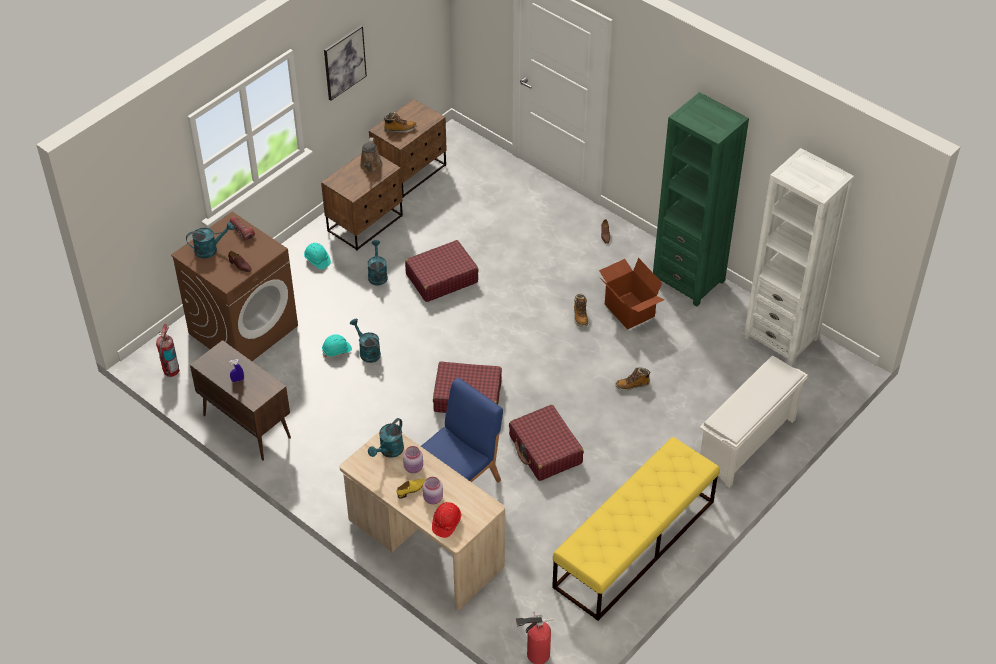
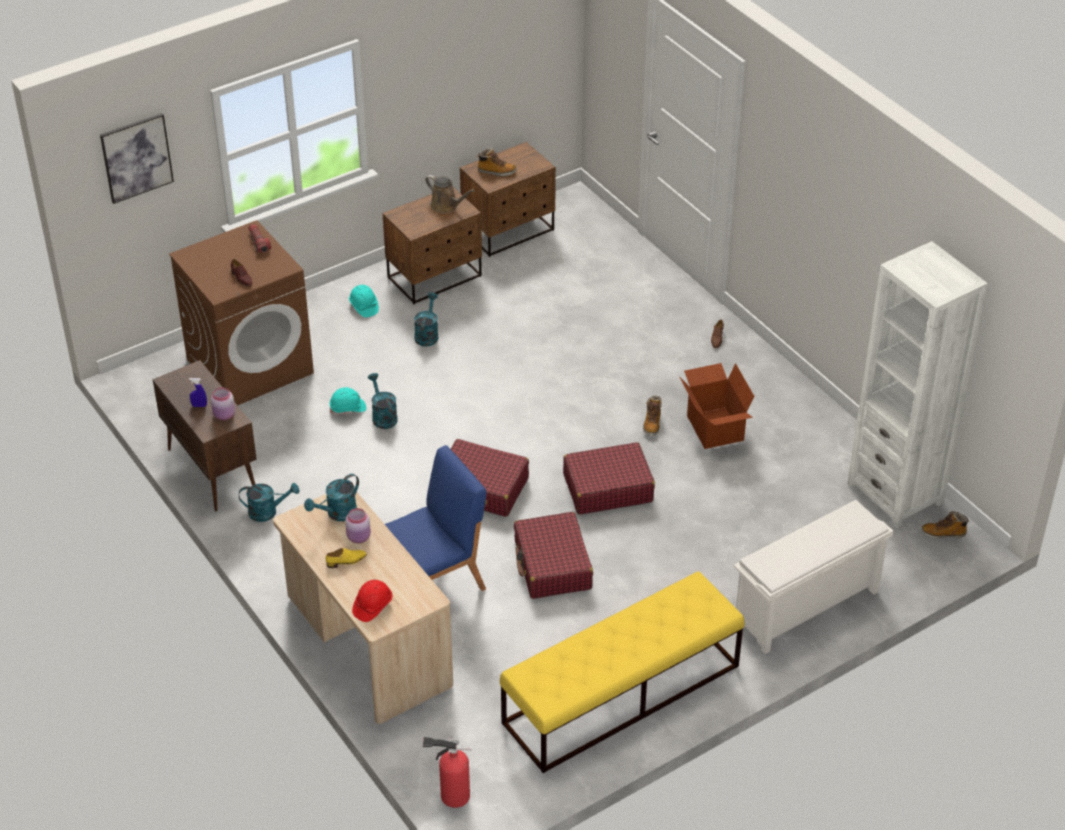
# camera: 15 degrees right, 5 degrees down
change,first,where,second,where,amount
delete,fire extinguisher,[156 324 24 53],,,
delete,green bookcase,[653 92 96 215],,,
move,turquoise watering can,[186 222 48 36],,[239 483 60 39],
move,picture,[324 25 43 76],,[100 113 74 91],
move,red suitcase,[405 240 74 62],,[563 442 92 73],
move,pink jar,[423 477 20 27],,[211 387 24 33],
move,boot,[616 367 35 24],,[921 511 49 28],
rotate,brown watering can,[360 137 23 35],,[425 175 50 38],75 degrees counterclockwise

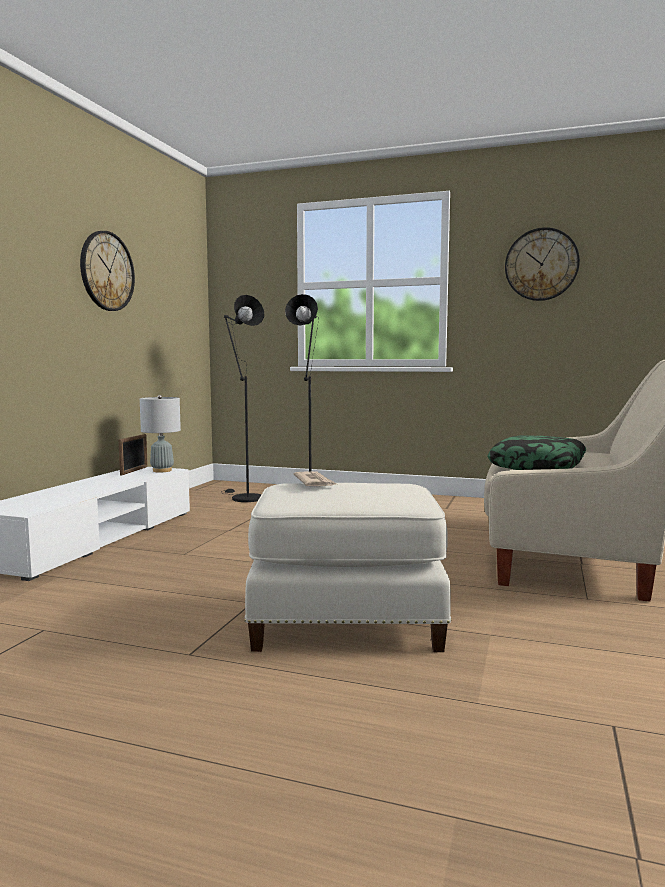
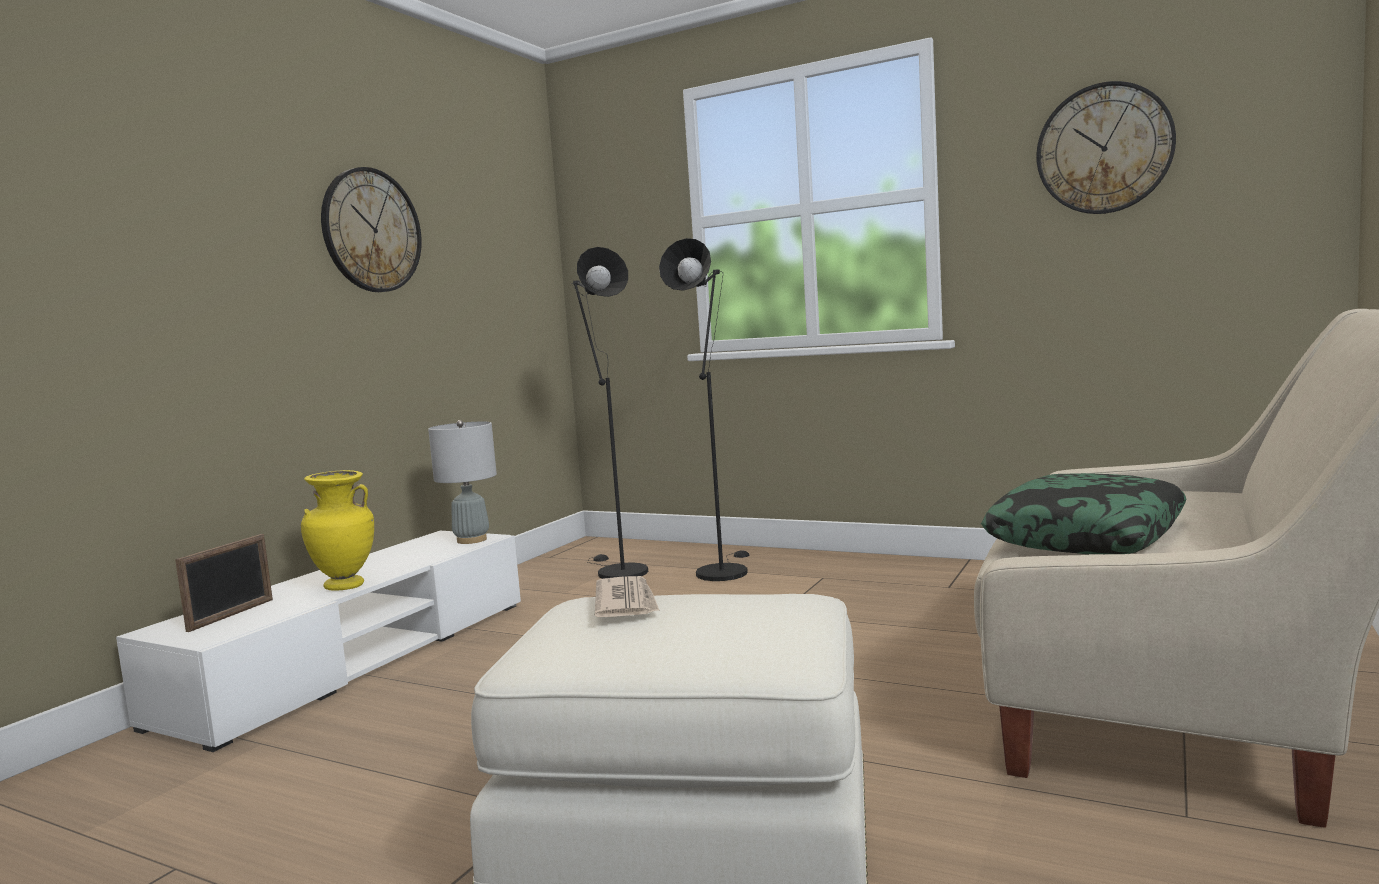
# camera: 10 degrees right, 0 degrees up
change,first,where,second,where,amount
insert,,,yellow vase,[301 470 73 121],
move,picture frame,[118 434 30 41],,[175 534 98 98],

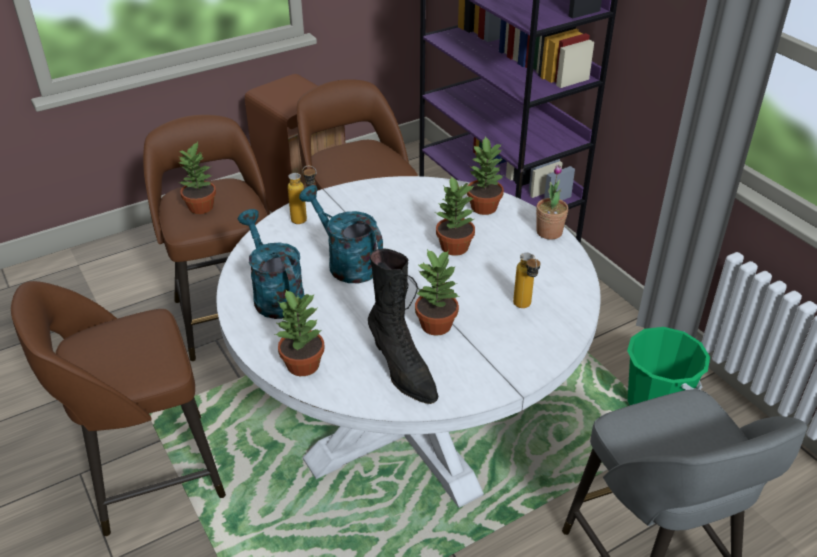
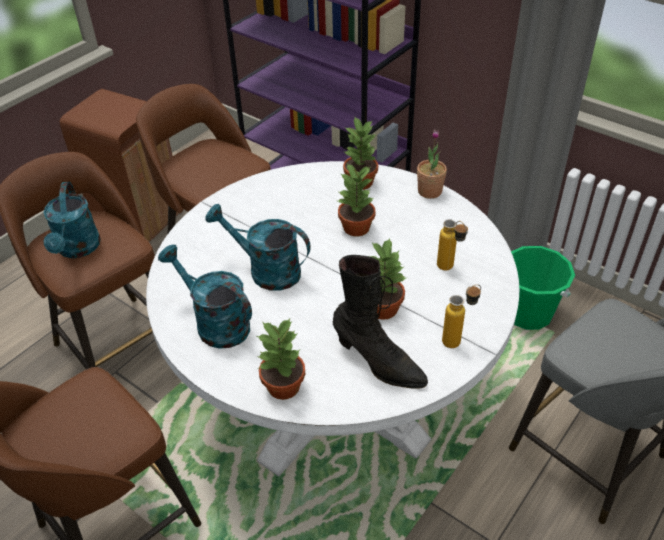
# camera: 20 degrees left, 5 degrees up
change,first,where,second,where,amount
move,bottle,[288 166 28 58],,[442 284 39 64],
replace,potted plant,[178 142 38 72],turquoise watering can,[44 182 57 76],

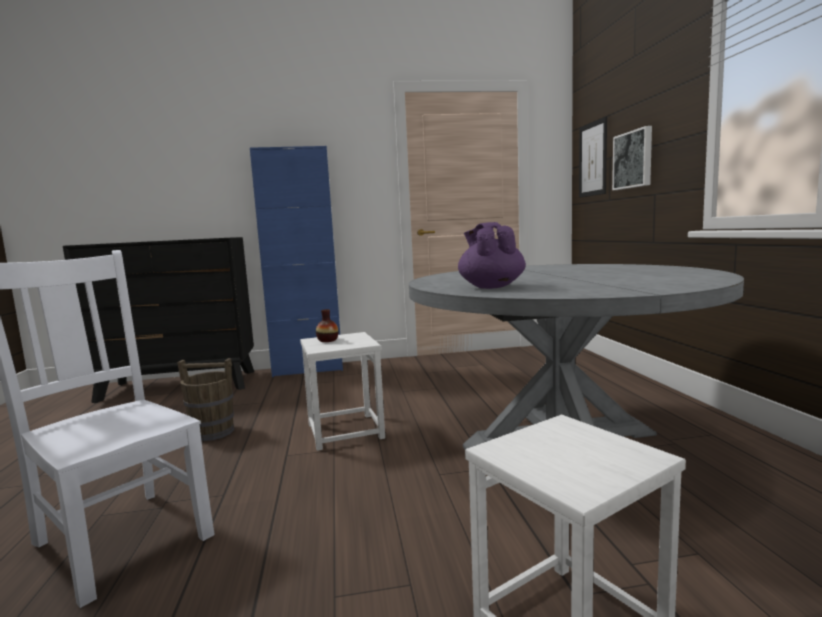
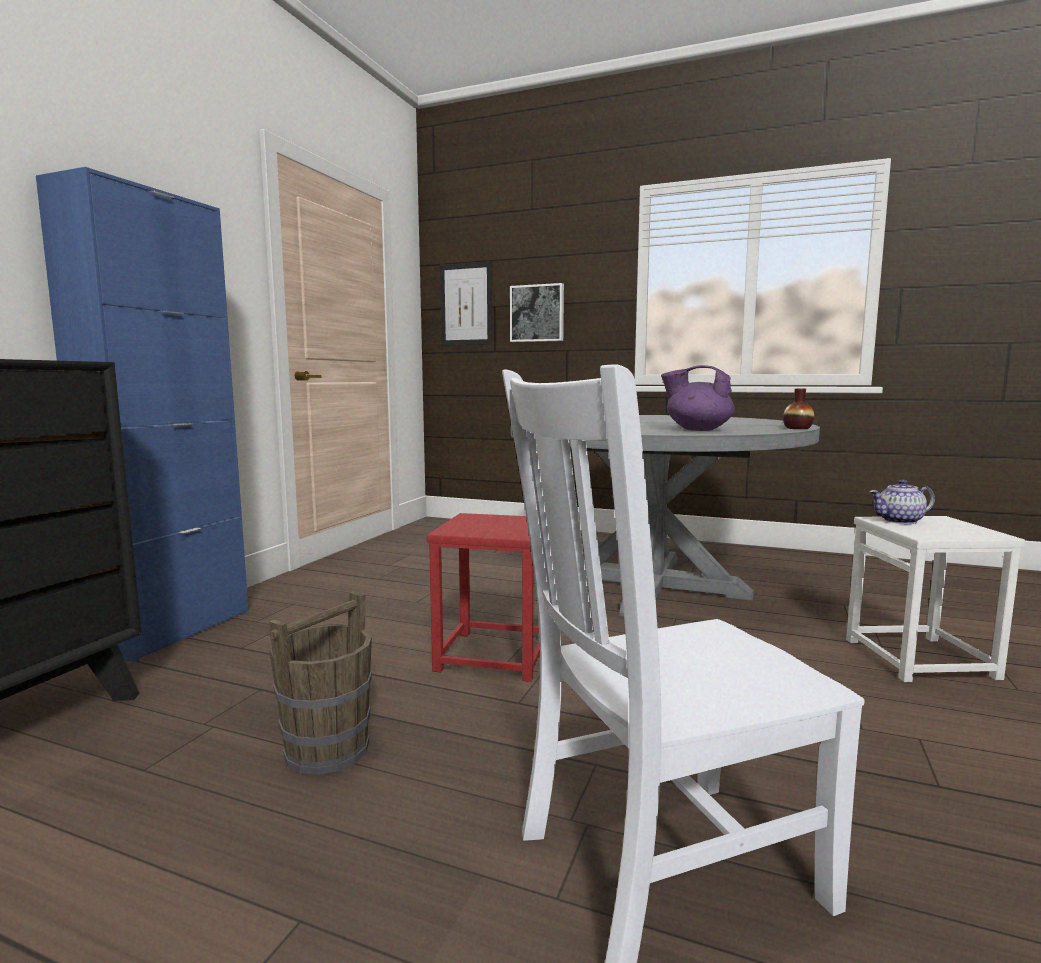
# camera: 60 degrees left, 0 degrees up
change,first,where,second,where,amount
insert,,,teapot,[869 479 66 45],
move,vase,[316 309 23 33],,[783 389 31 40],
recolor,white stool,[300 332 85 119],red stool,[427 513 113 169],

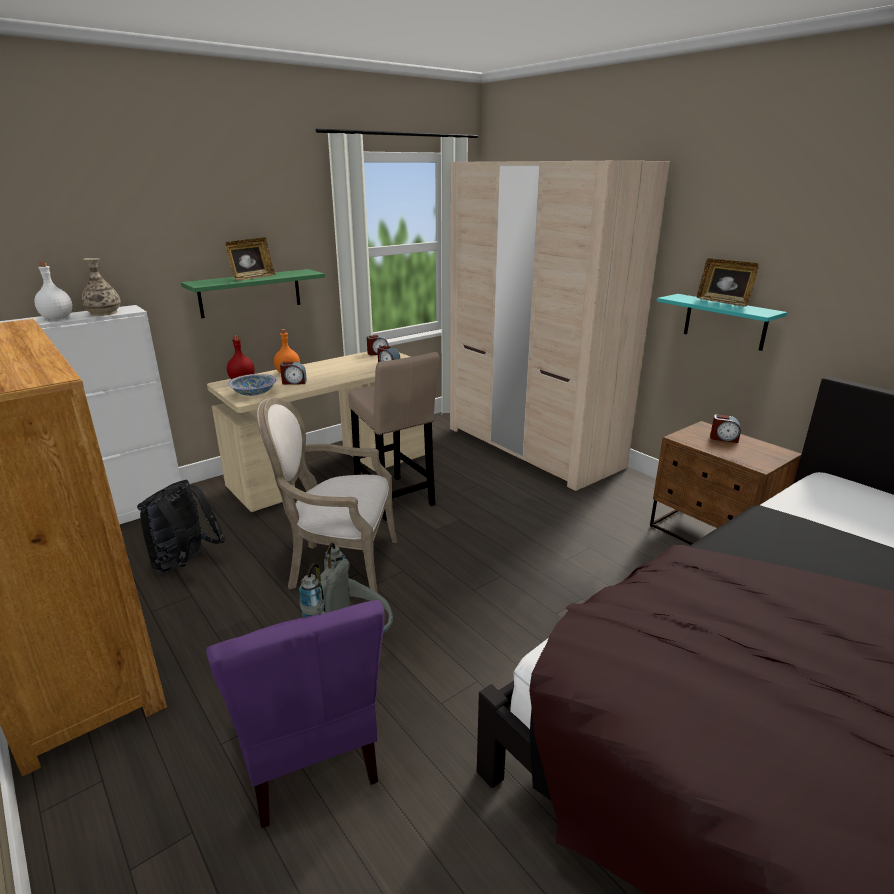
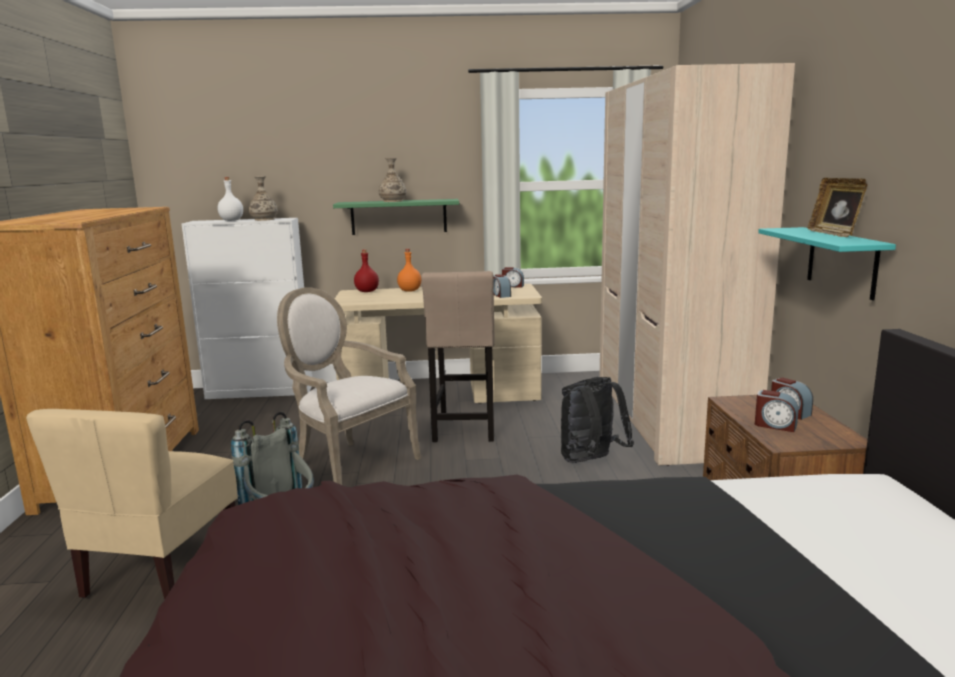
# camera: 35 degrees right, 10 degrees down
change,first,where,second,where,amount
delete,bowl,[228 374 49 22],,,
move,black backpack,[137 480 88 93],,[561 377 73 86],
move,alarm clock,[280 362 27 23],,[755 390 44 42],
replace,picture frame,[225 237 51 44],vase,[379 158 27 44],
recolor,purple chair,[206 600 179 228],beige chair,[26 409 212 190],

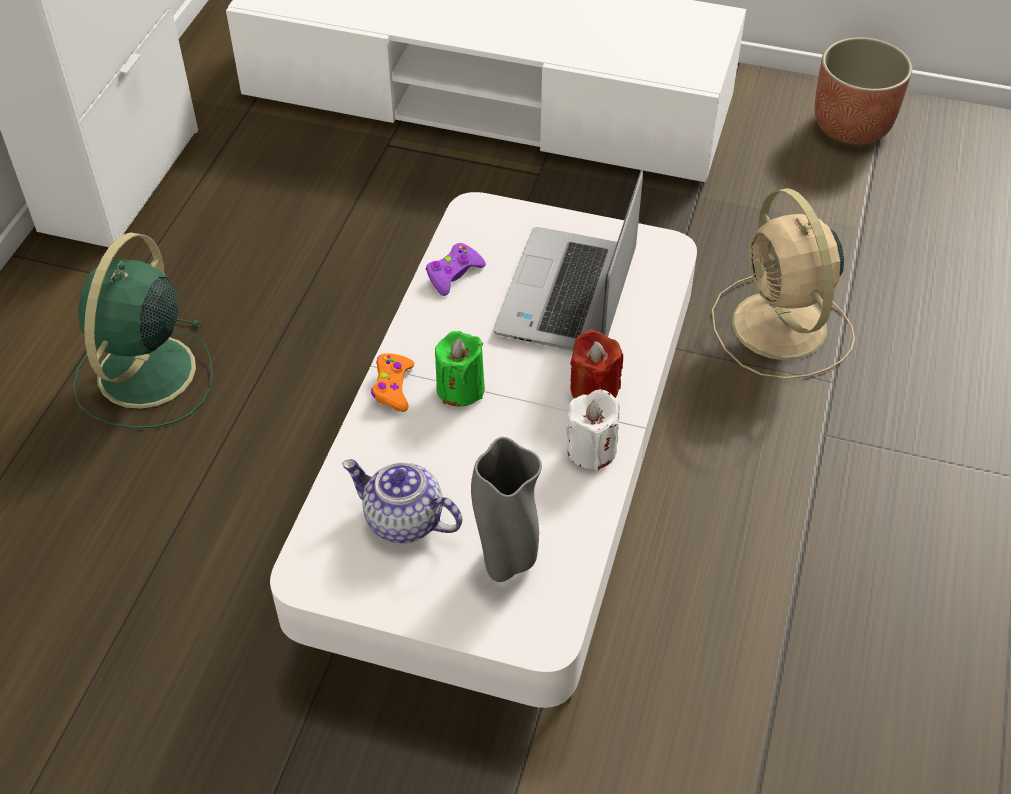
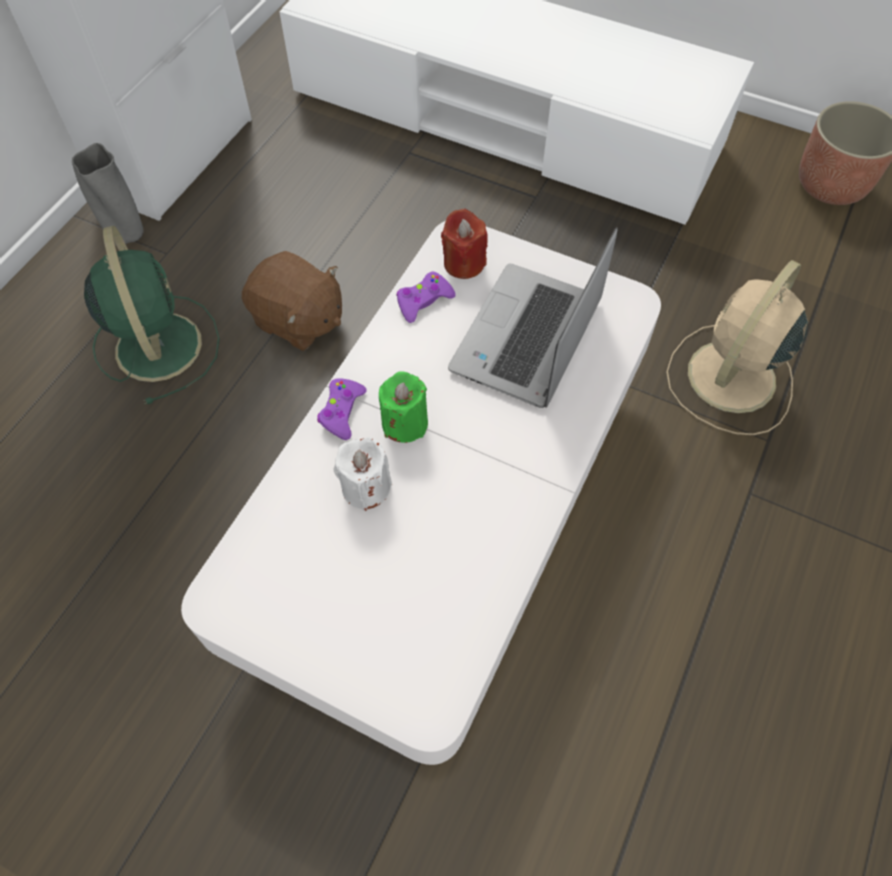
# camera: 10 degrees right, 10 degrees up
change,first,where,second,where,amount
delete,teapot,[342 459 120 84],,,
insert,,,brown plush toy,[242 251 100 100],
move,grey vase,[471 437 71 145],,[72 143 72 103],
move,white candle,[565 390 55 81],,[334 437 58 74],
move,red candle,[570 329 53 69],,[441 209 47 70],
recolor,orange game controller,[371 353 43 59],purple game controller,[317 378 50 62],
rotate,green fan,[73 233 140 196],,[84 226 136 178],135 degrees clockwise
rotate,beige fan,[712 188 143 191],,[666 260 142 175],45 degrees clockwise

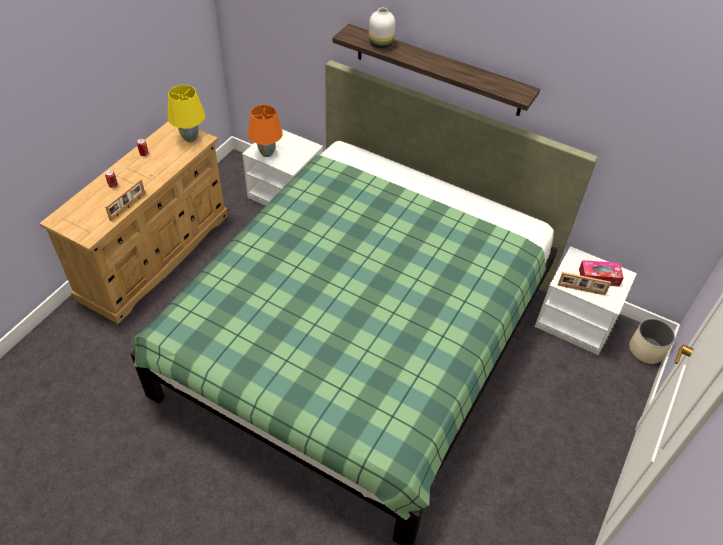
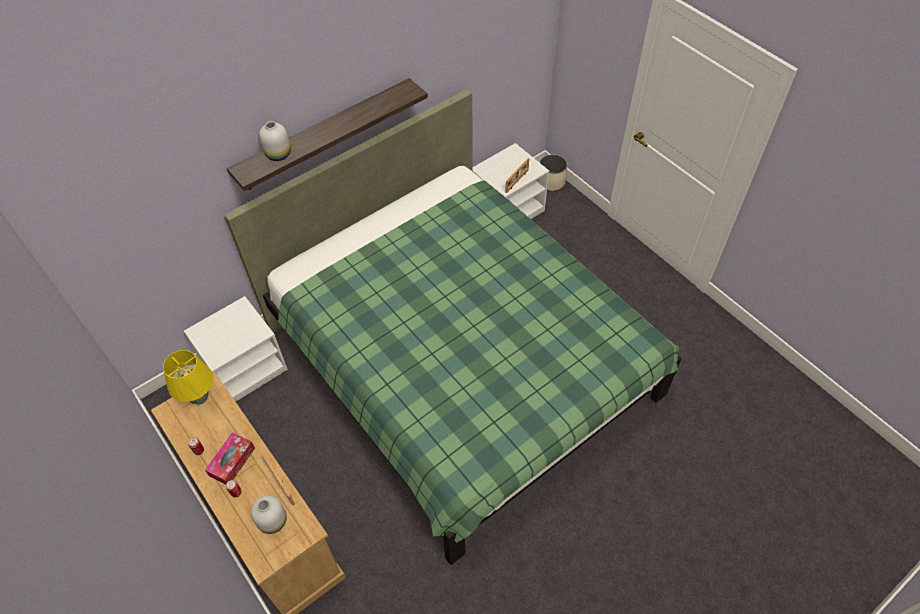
# camera: 65 degrees left, 5 degrees up
change,first,where,second,where,amount
delete,orange table lamp,[248 105 35 52],,,
insert,,,white vase,[251 495 36 39],
move,tissue box,[579 260 45 27],,[205 433 50 52],

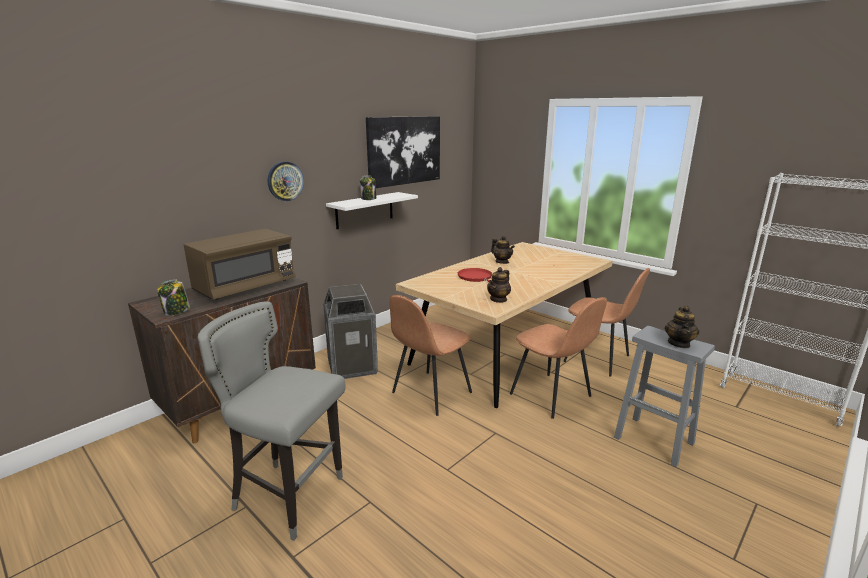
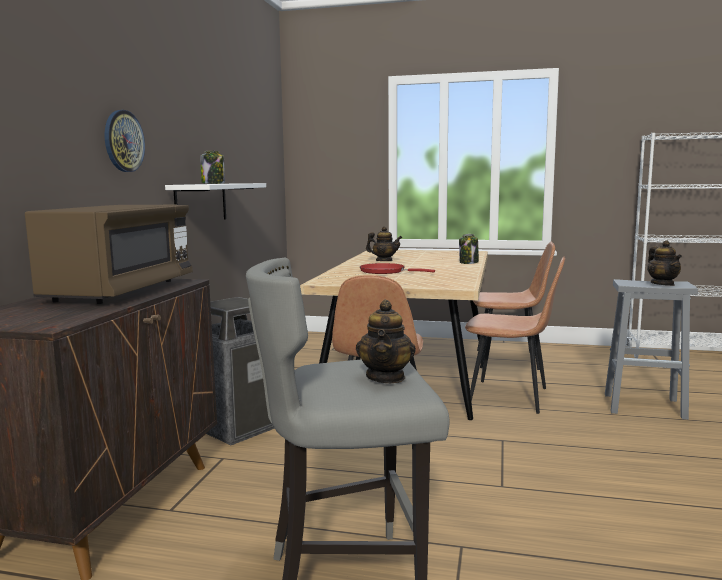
# camera: 30 degrees left, 10 degrees down
change,first,where,second,where,amount
delete,picture,[366 116 74 72],,,
move,jar,[157 279 33 37],,[459 234 20 30],
move,teapot,[487 267 24 36],,[356 300 60 83],

